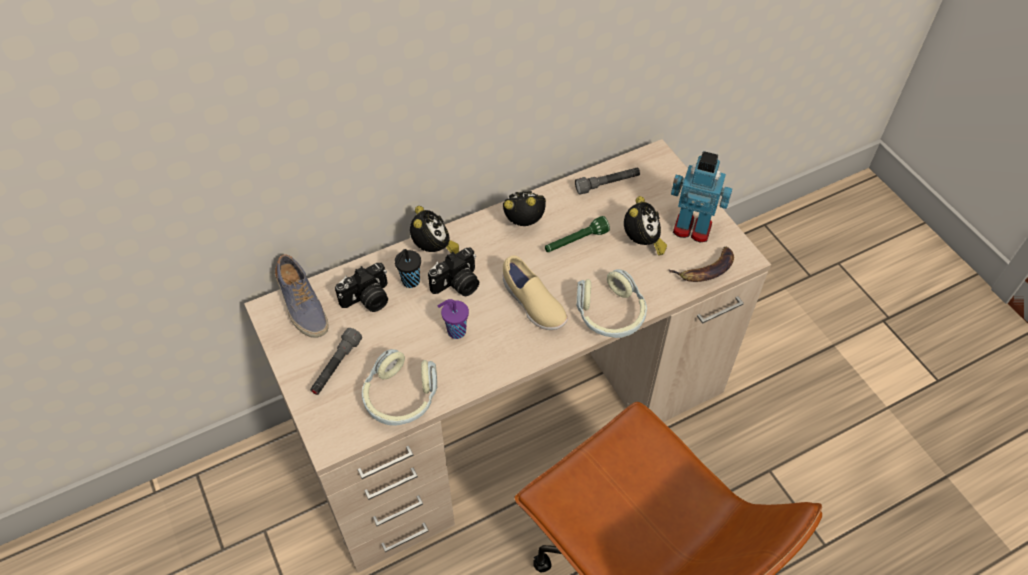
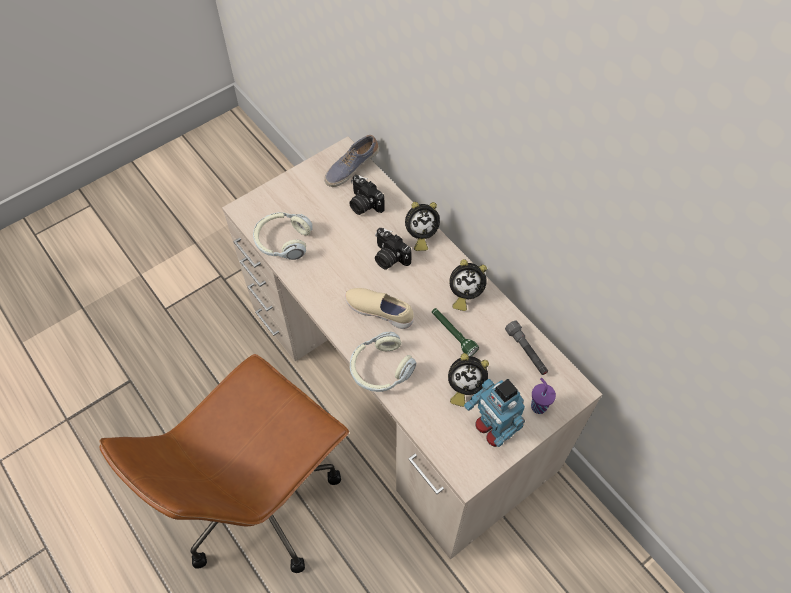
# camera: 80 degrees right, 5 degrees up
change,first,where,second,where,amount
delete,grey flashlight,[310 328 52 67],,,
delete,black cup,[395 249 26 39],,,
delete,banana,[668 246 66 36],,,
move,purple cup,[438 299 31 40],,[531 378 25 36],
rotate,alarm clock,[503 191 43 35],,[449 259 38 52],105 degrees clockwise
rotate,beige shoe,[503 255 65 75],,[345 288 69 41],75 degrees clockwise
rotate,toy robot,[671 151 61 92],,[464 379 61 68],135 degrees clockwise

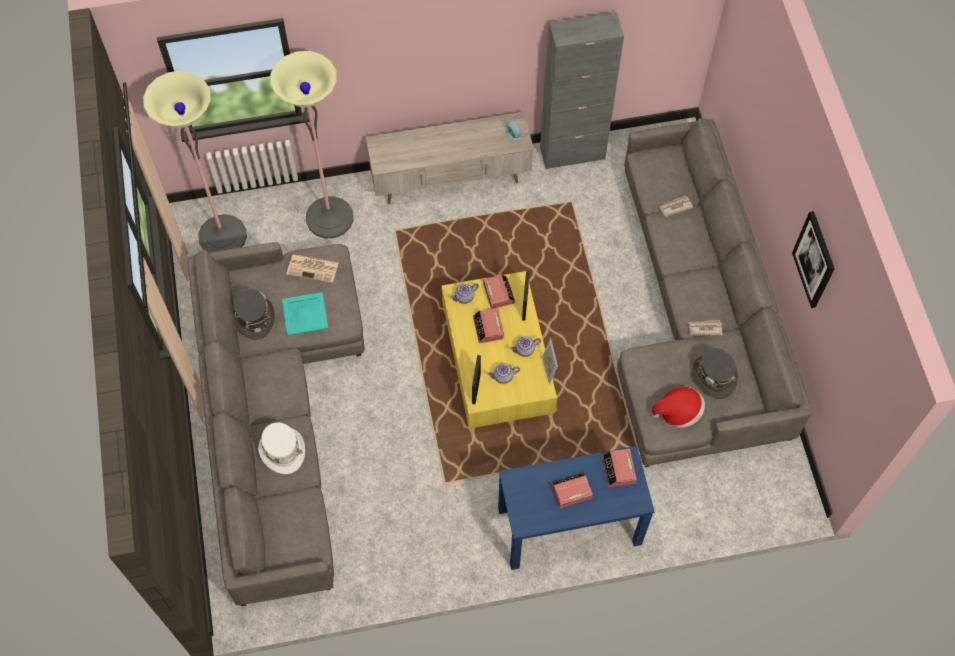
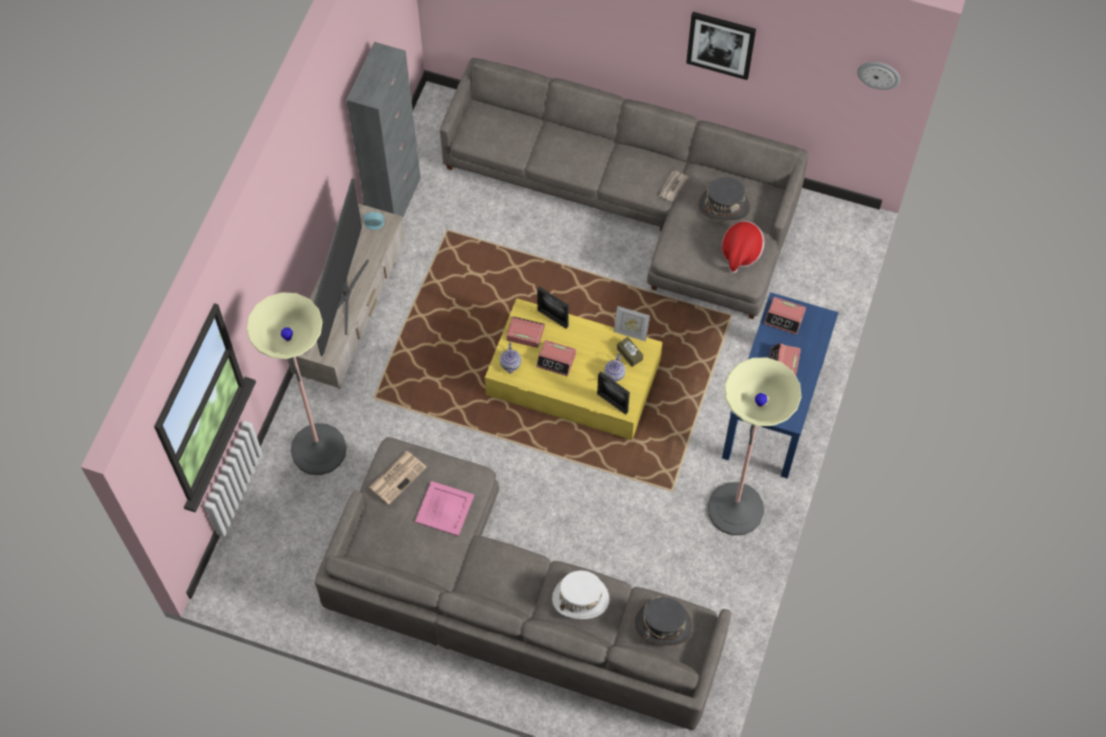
# camera: 60 degrees left, 0 degrees up
change,first,where,second,where,amount
delete,teapot,[510 336 31 21],,,
delete,newspaper,[658 196 35 21],,,
insert,,,television,[313 178 56 178],
insert,,,brown tissue box,[617 337 26 30],
insert,,,wall clock,[857 62 43 28],
move,floor lamp,[143 71 104 182],,[708 357 93 178],
move,grey hat,[233 289 42 51],,[635 596 57 50],
recolor,turquoise tray,[282 292 46 44],pink tray,[415 481 59 55],

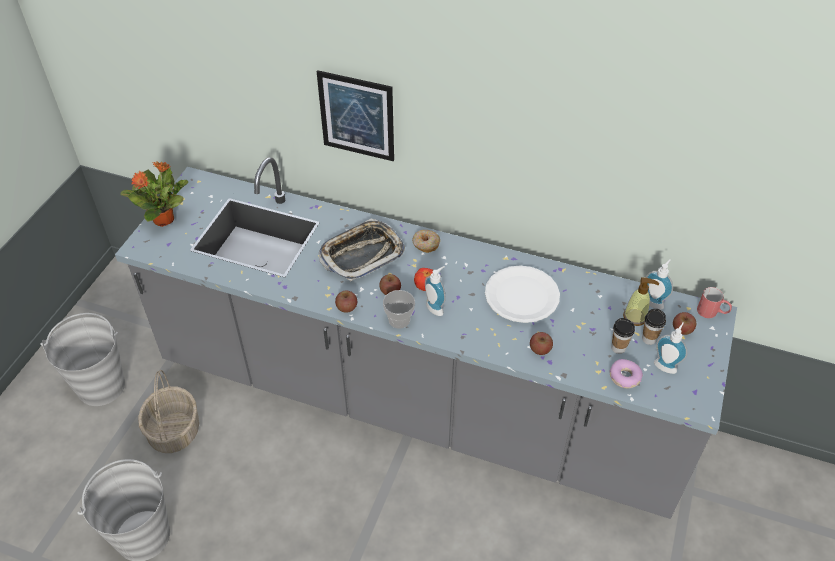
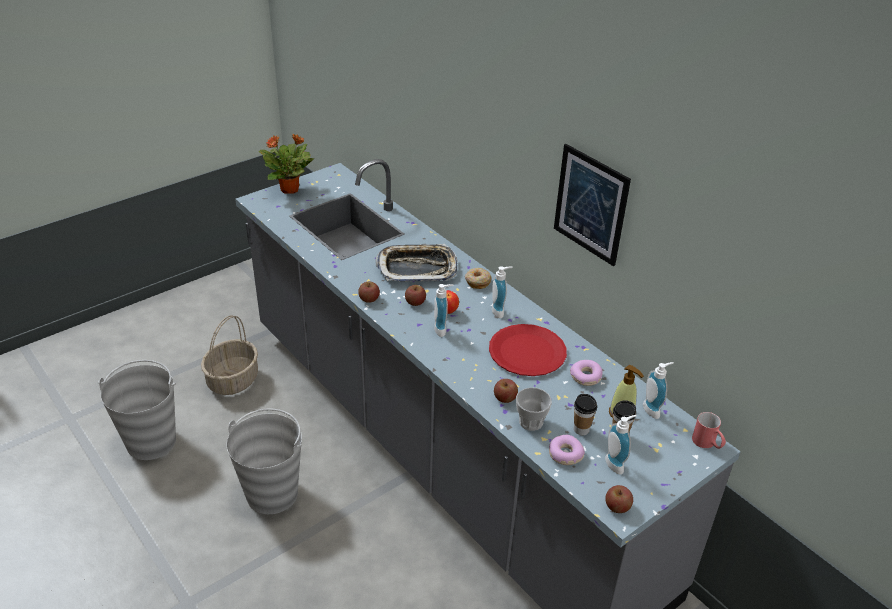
# camera: 30 degrees right, 10 degrees down
change,first,where,second,where,amount
insert,,,soap dispenser,[492 266 21 52],
insert,,,donut,[570 360 33 26],
move,grey bucket,[40 313 85 93],,[227 409 75 105],
move,picture,[317 70 77 91],,[554 144 77 122],
move,cup,[383 290 32 39],,[516 387 36 44],
move,apple,[673 312 23 23],,[605 485 28 28],
recolor,white plate,[485 265 75 58],red plate,[489 324 78 52],

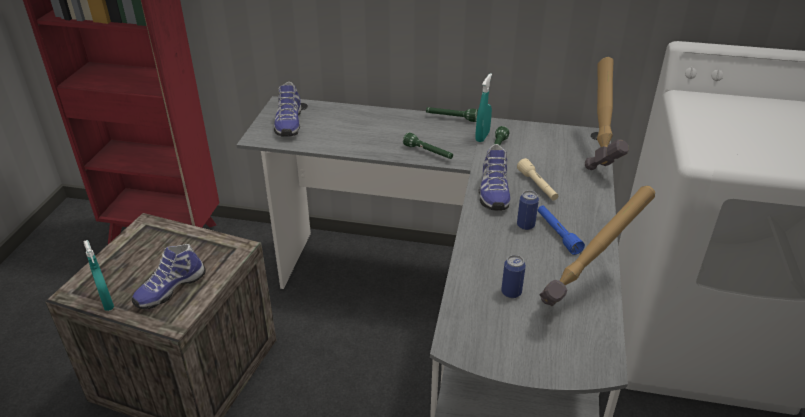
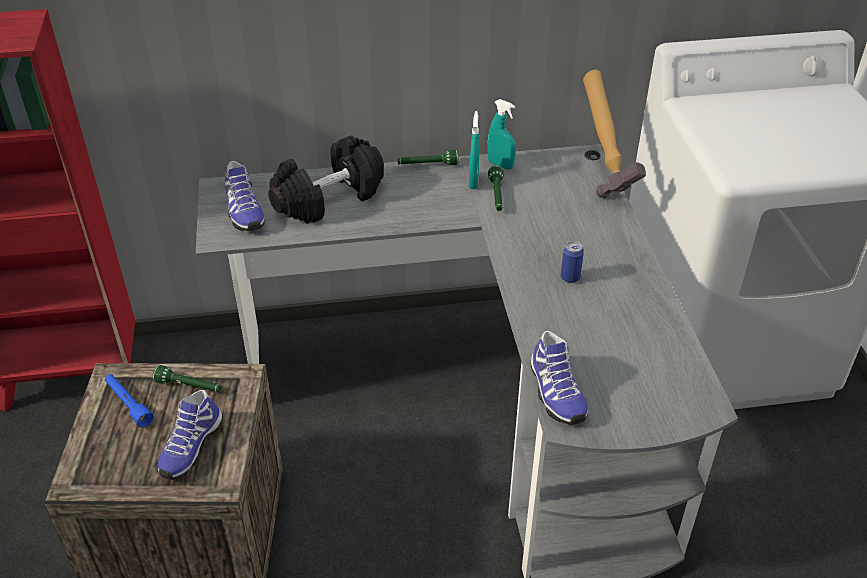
# camera: 20 degrees left, 5 degrees up
change,first,where,second,where,amount
delete,can,[501 255 25 43],,,
delete,beige flashlight,[517 158 41 43],,,
delete,hammer,[540 186 115 120],,,
insert,,,black dumbbell,[268 136 116 88],
move,turquoise spray bottle,[83 240 31 71],,[487 99 29 71],
move,green flashlight,[403 132 50 27],,[153 365 69 27],
move,shoe,[479 144 32 67],,[531 331 57 94],
move,blue flashlight,[538 206 47 49],,[105 374 49 53],

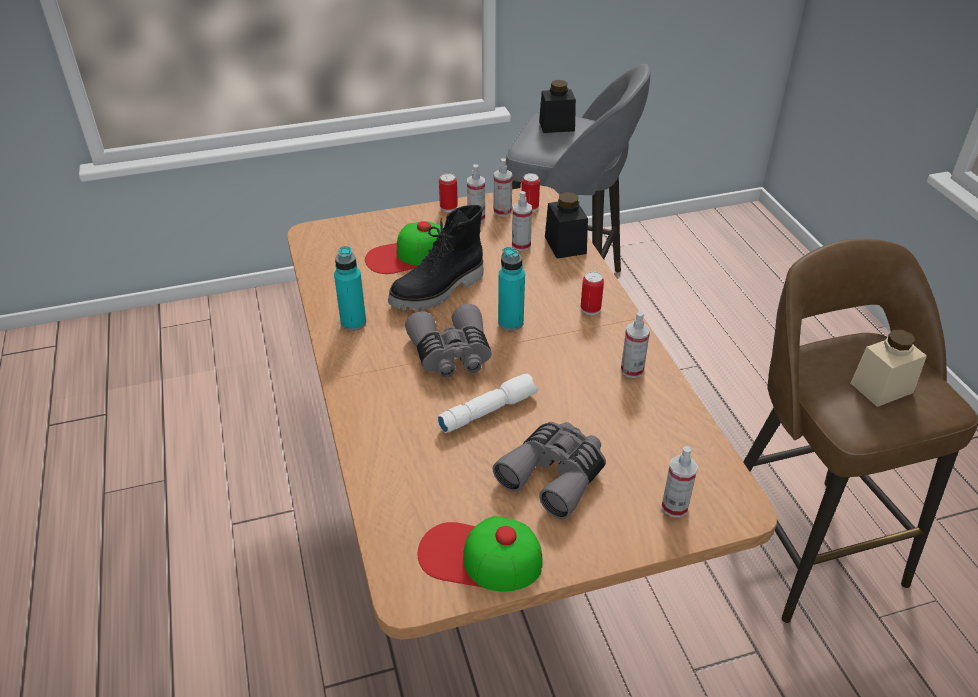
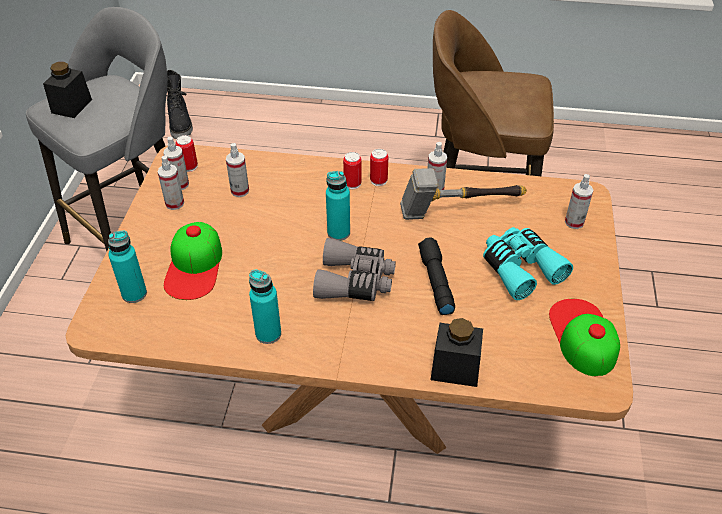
# camera: 65 degrees left, 5 degrees up
change,first,where,second,where,amount
delete,beige jar,[851 330 76 77],,,
insert,,,turquoise bottle,[108 231 39 72],
insert,,,hammer,[400 168 127 52],
move,black boot,[388 205 95 105],,[167 70 26 69],
move,can,[439 173 19 39],,[370 149 18 37],
move,black jar,[545 192 43 67],,[431 318 52 69],
recolor,white flashlight,[438 373 100 60],black flashlight,[418 237 37 78],
recolor,grey binoculars,[493 422 113 97],turquoise binoculars,[483 227 90 73],
rotate,cap,[418 516 124 76],,[549 299 71 77],135 degrees clockwise

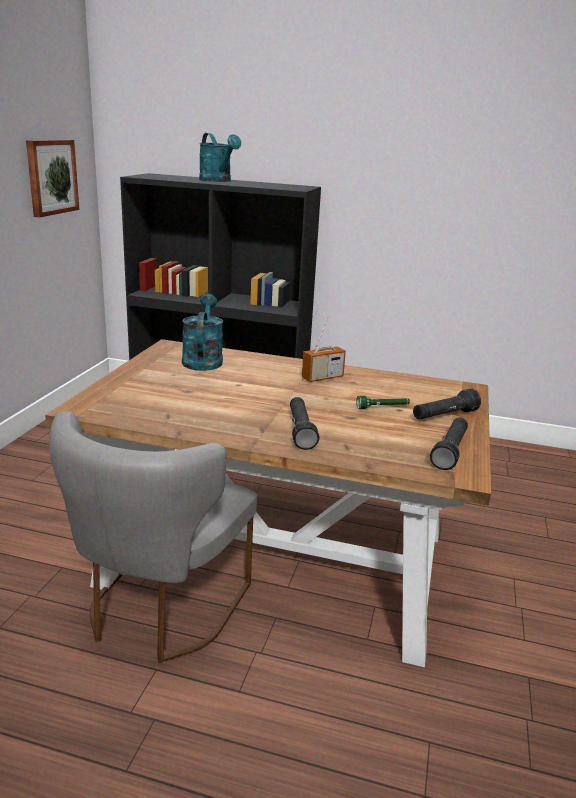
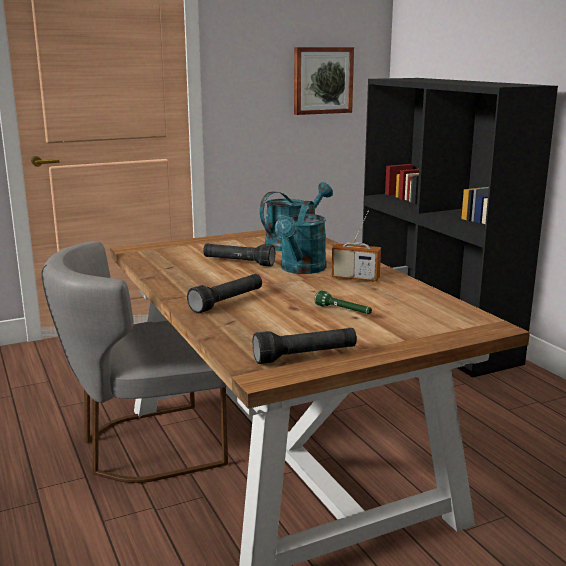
# camera: 50 degrees right, 5 degrees down
change,first,where,second,where,amount
move,turquoise watering can,[199 133 42 49],,[275 201 51 73],
move,black flashlight,[413 389 68 31],,[203 244 72 23],

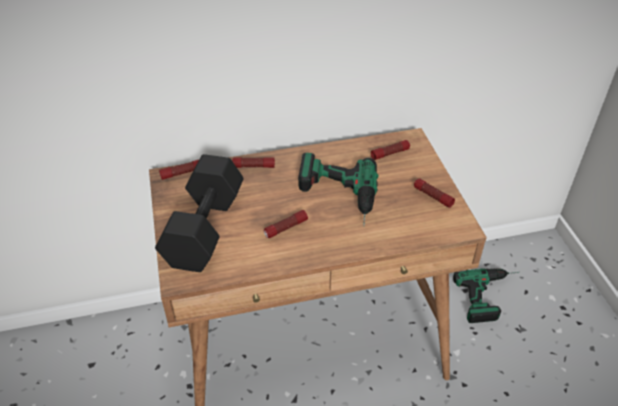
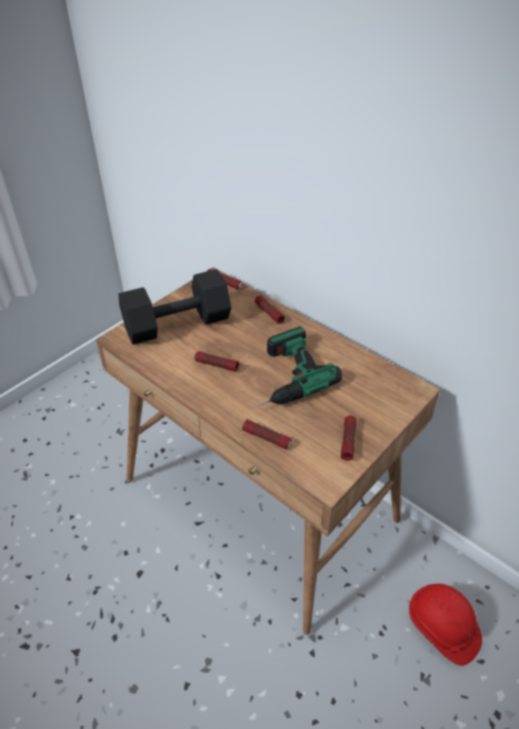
# camera: 55 degrees right, 0 degrees up
change,first,where,second,where,amount
move,flashlight,[371 140 39 20],,[242 419 50 30],
replace,power drill,[453 269 66 54],red hard hat,[409 584 73 82],

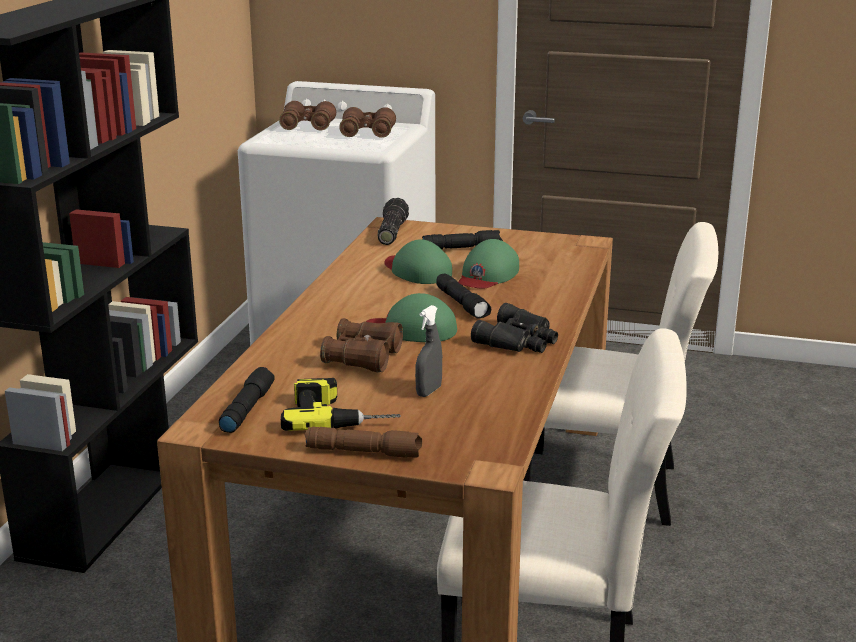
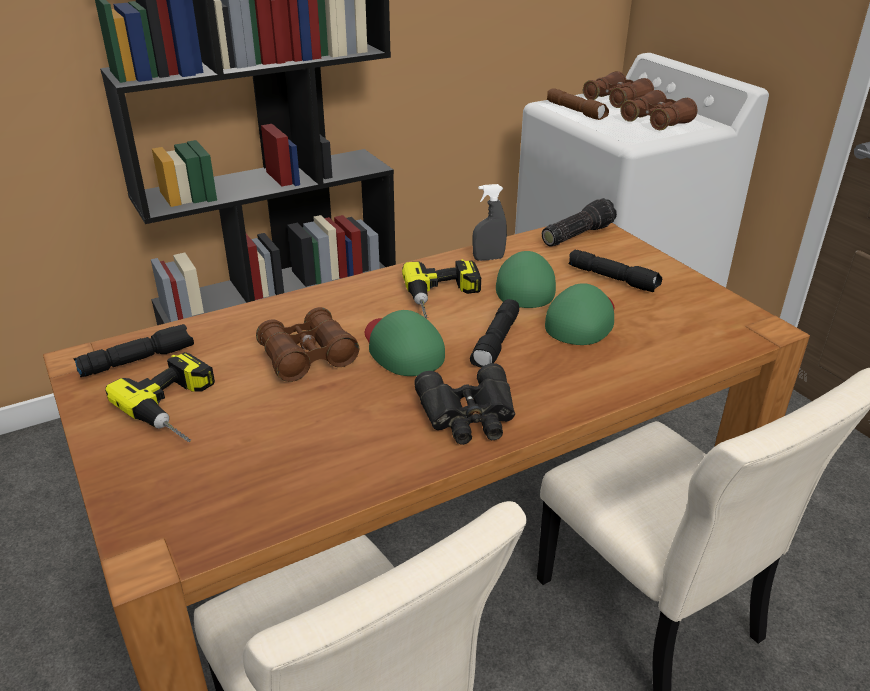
# camera: 45 degrees right, 10 degrees up
change,first,where,second,where,amount
insert,,,power drill,[402 259 79 60],
move,brown flashlight,[305 427 117 31],,[547 88 62 32],
move,grey spray bottle,[415 305 27 92],,[472 184 35 77],
rotate,green cap,[458 239 61 50],,[545 283 69 62],135 degrees clockwise

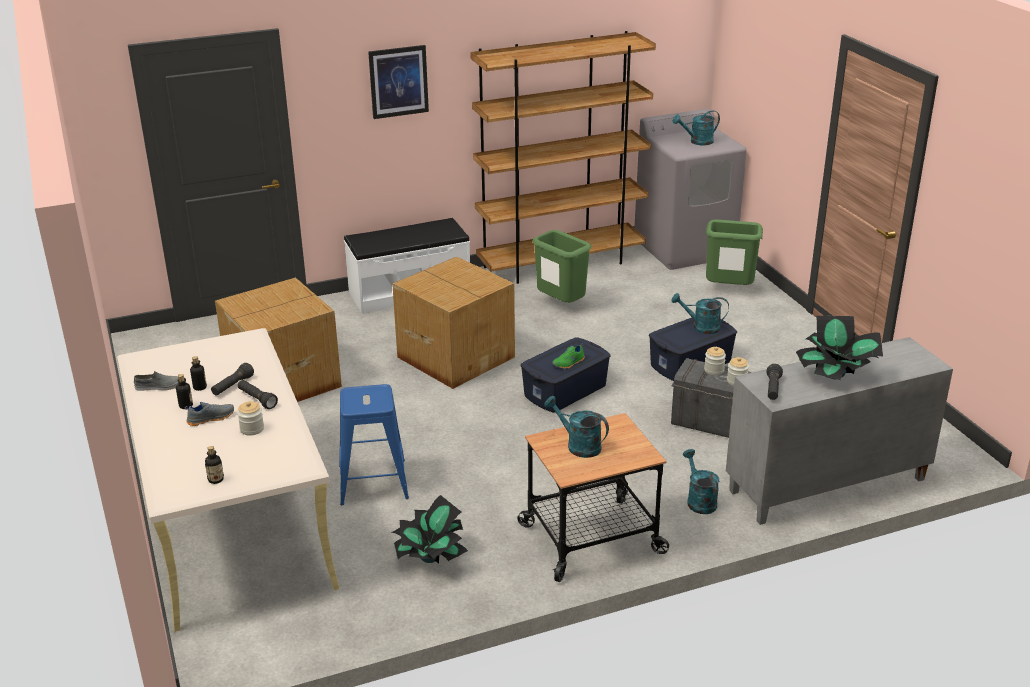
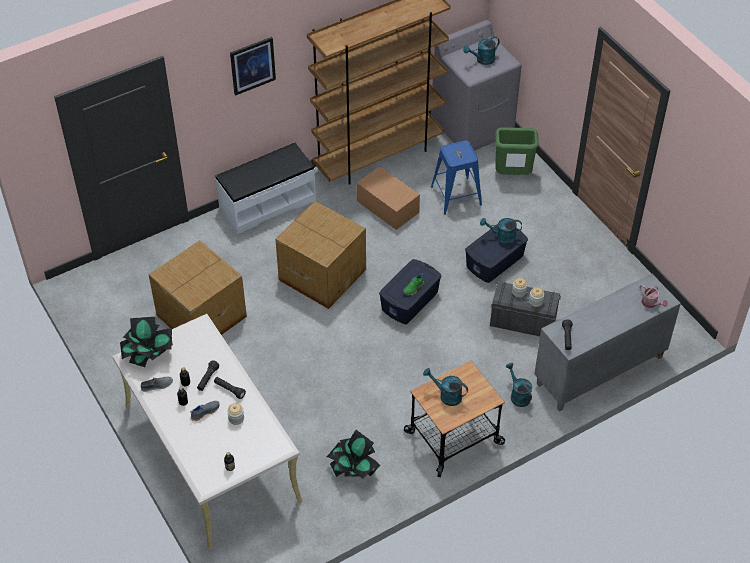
# camera: 10 degrees left, 20 degrees up
change,first,where,second,where,amount
insert,,,watering can,[640 285 28 23],
move,blue stool,[339 384 70 121],,[431 141 51 73],
move,potted plant,[796 316 87 64],,[120 317 53 50],
replace,green trash can,[532 230 60 73],cardboard box,[357 166 63 64],

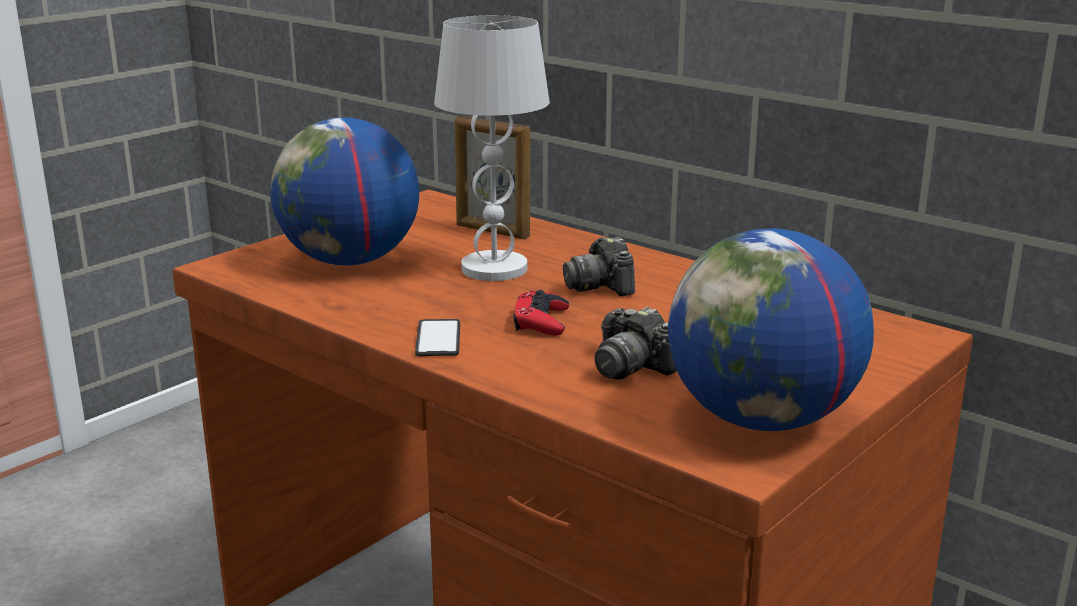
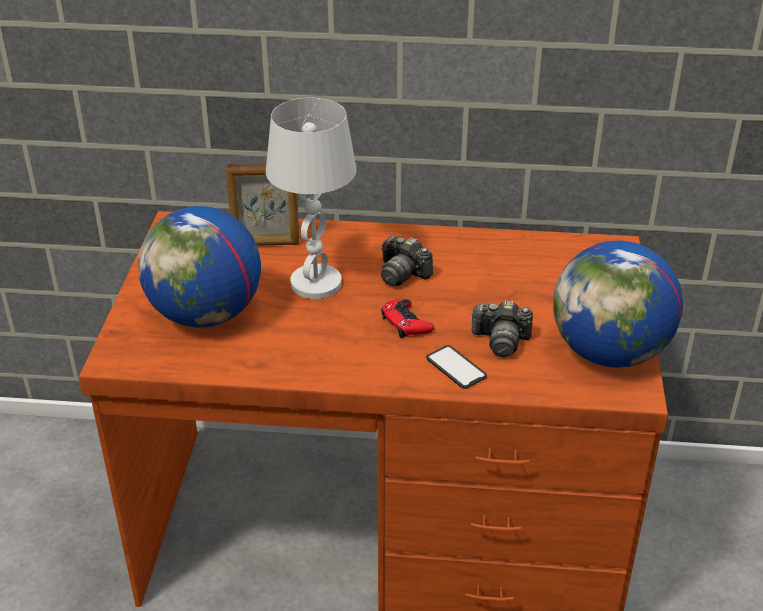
# camera: 35 degrees left, 15 degrees up
change,first,where,second,where,amount
move,phone,[415 319 45 37],,[426 345 61 44],

